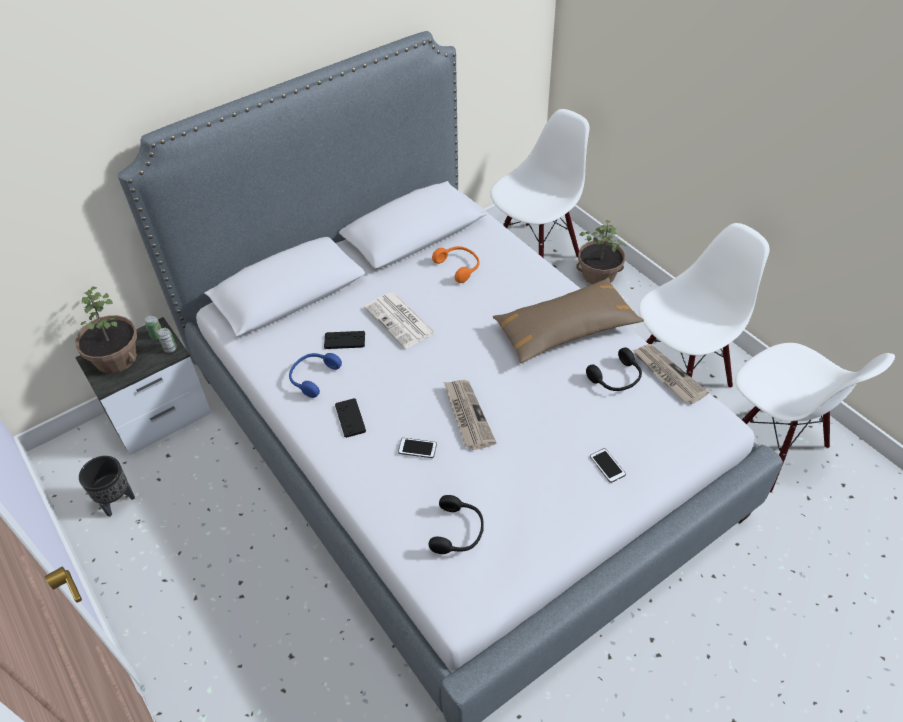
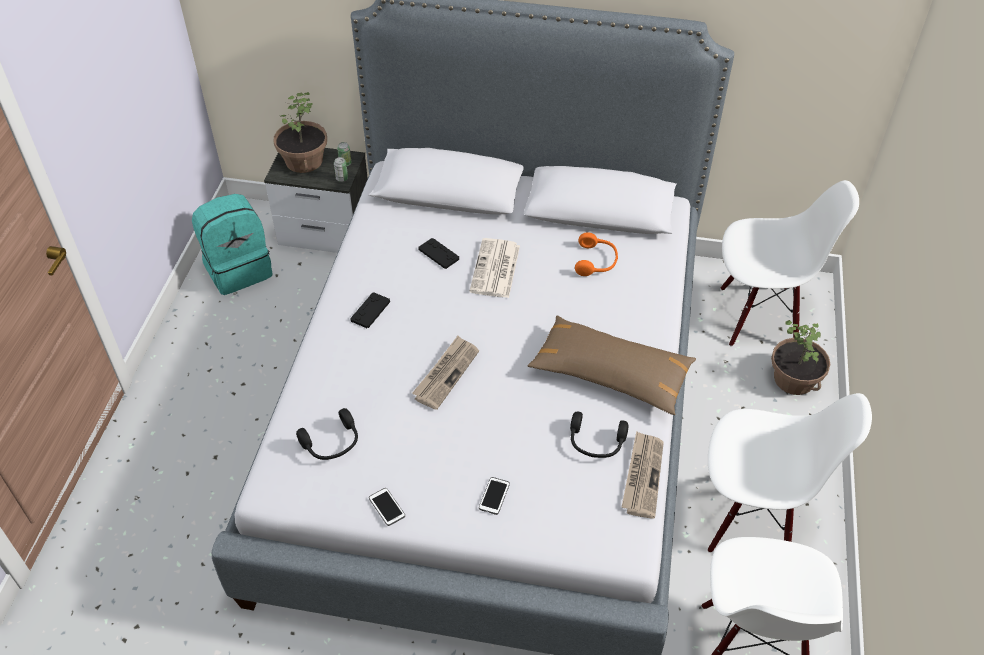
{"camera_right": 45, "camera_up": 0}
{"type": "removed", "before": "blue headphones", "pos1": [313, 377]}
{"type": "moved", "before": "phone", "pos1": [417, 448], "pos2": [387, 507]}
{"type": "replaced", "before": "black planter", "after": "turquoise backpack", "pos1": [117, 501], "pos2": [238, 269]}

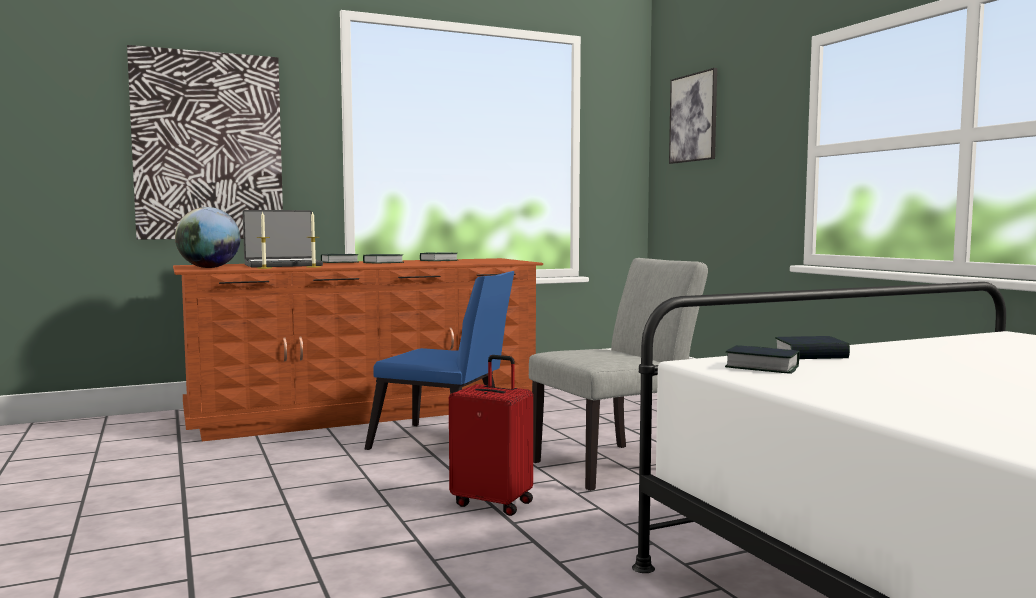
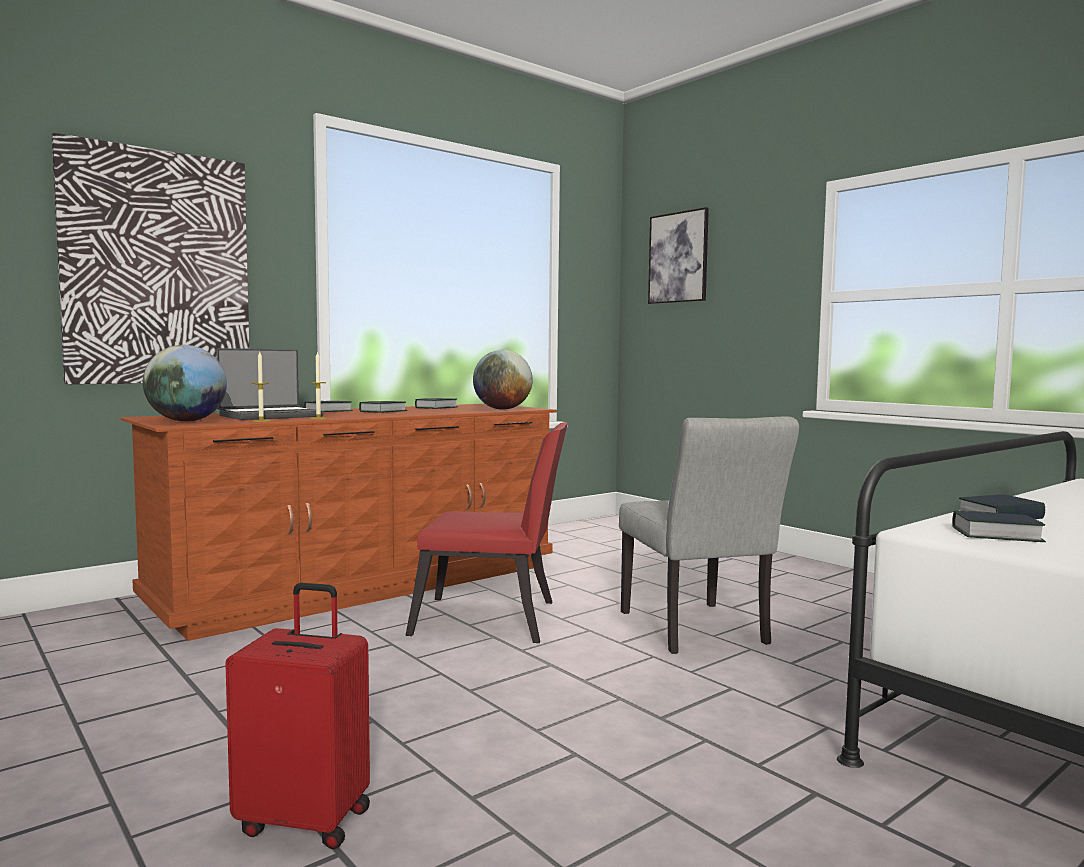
{"camera_right": -15, "camera_up": 0}
{"type": "added", "after": "globe", "pos2": [502, 409]}
{"type": "moved", "before": "red suitcase", "pos1": [493, 503], "pos2": [306, 820]}
{"type": "recoloured", "before": "blue chair", "after": "red chair", "pos1": [446, 444], "pos2": [494, 621]}
{"type": "turned", "before": "grey chair", "pos1": [617, 464], "pos2": [698, 631], "turn": 120}

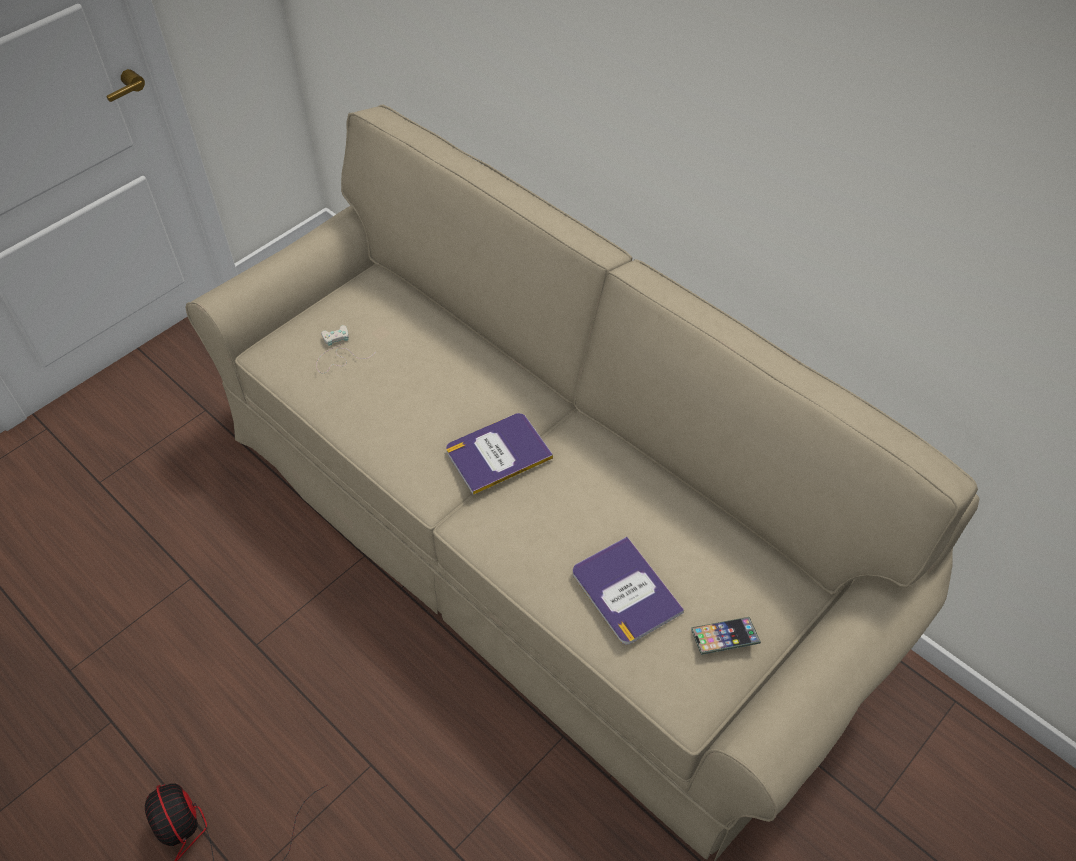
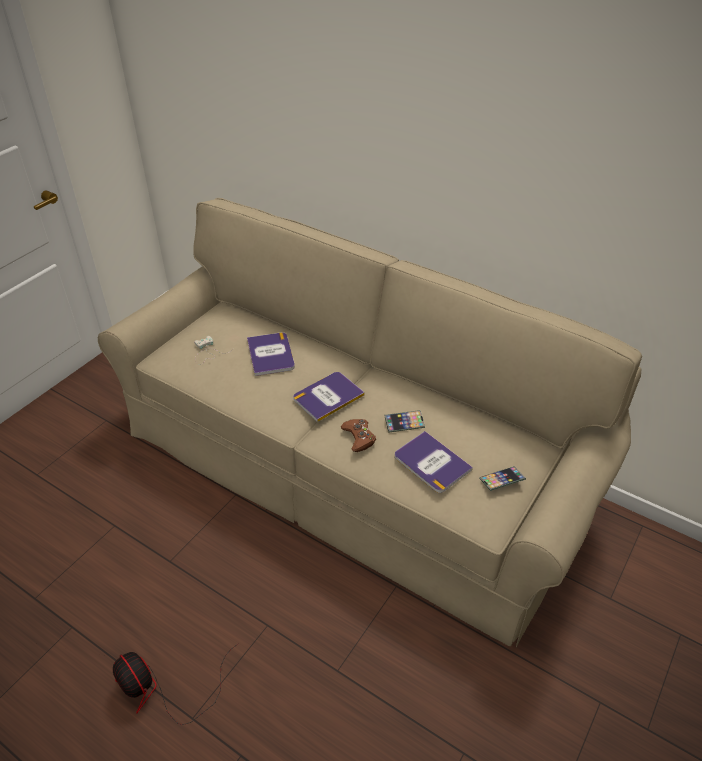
{"camera_right": -10, "camera_up": -10}
{"type": "added", "after": "book", "pos2": [270, 354]}
{"type": "added", "after": "brown game controller", "pos2": [359, 437]}
{"type": "added", "after": "phone", "pos2": [404, 423]}

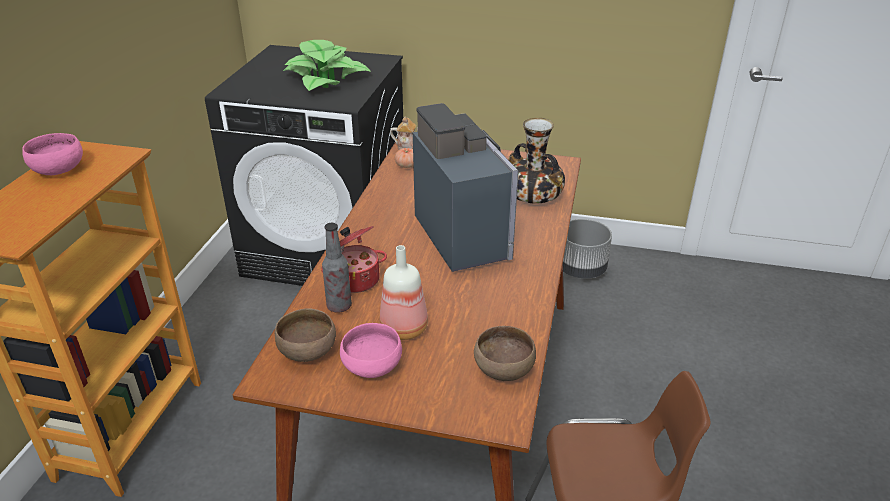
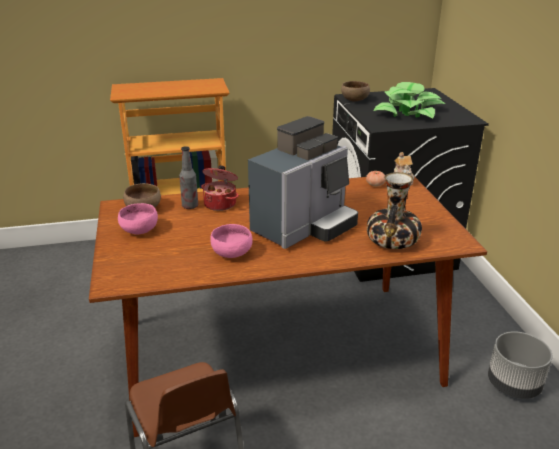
{"camera_right": 65, "camera_up": -5}
{"type": "removed", "before": "bottle", "pos1": [403, 327]}
{"type": "moved", "before": "pink bowl", "pos1": [58, 170], "pos2": [232, 253]}
{"type": "moved", "before": "brown bowl", "pos1": [502, 370], "pos2": [354, 100]}

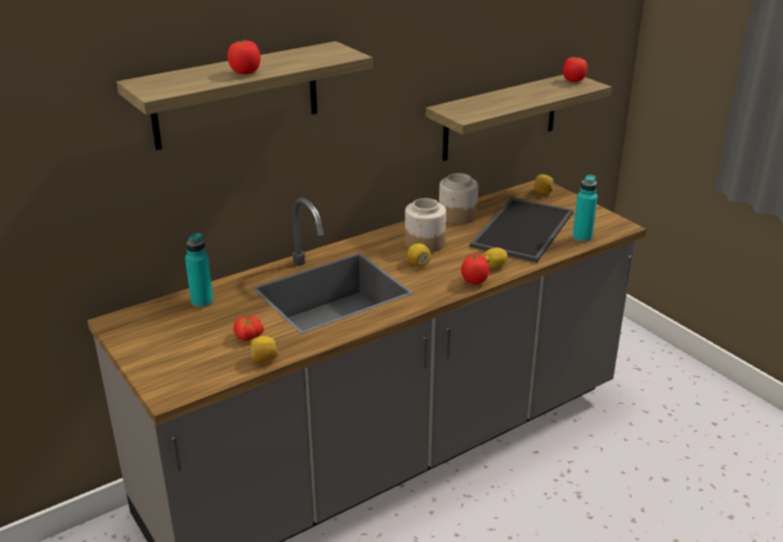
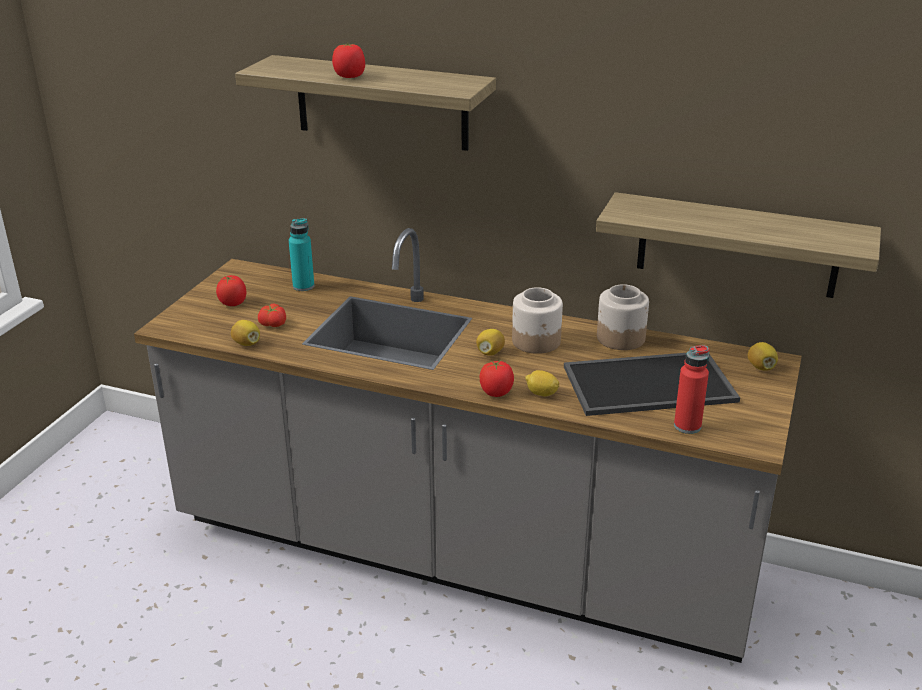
{"camera_right": 55, "camera_up": 0}
{"type": "moved", "before": "tomato", "pos1": [573, 80], "pos2": [233, 303]}
{"type": "recoloured", "before": "turquoise bottle", "after": "red bottle", "pos1": [582, 237], "pos2": [687, 426]}

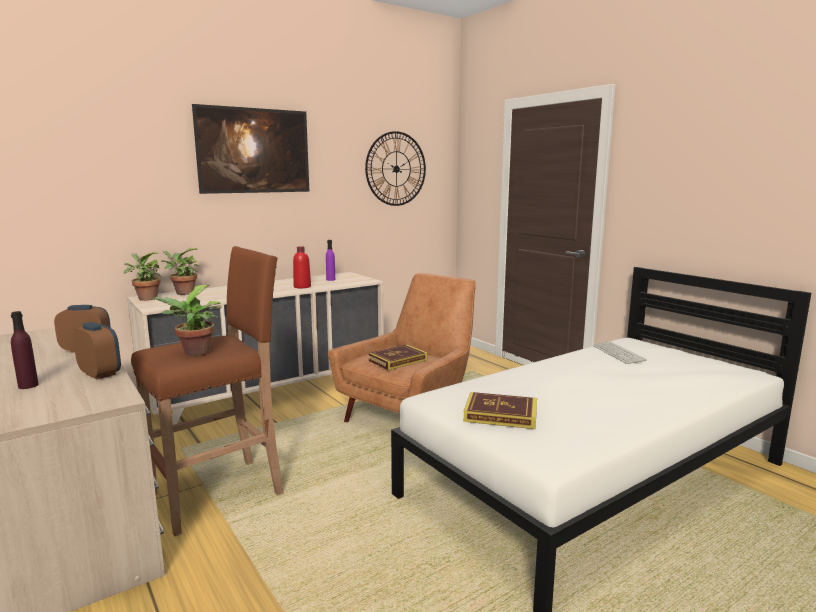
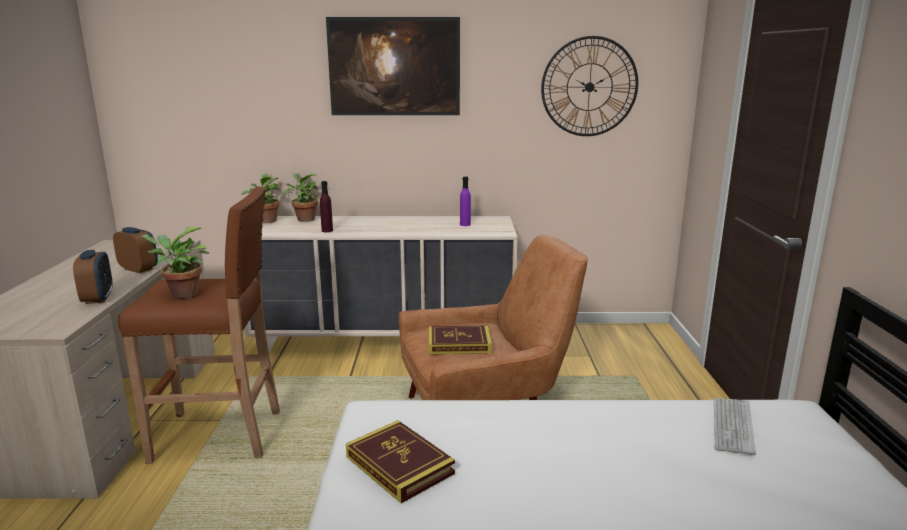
{"camera_right": 35, "camera_up": 5}
{"type": "removed", "before": "red bottle", "pos1": [302, 286]}
{"type": "moved", "before": "purple bottle", "pos1": [28, 385], "pos2": [327, 230]}

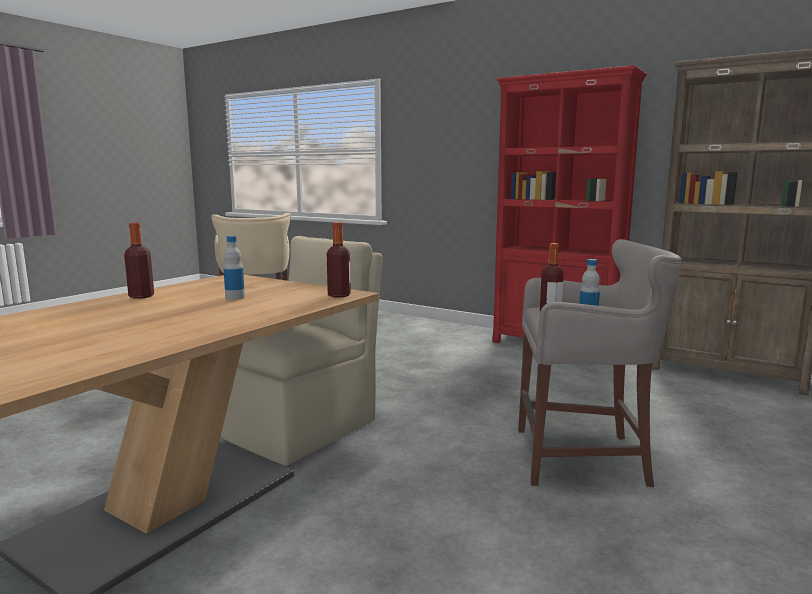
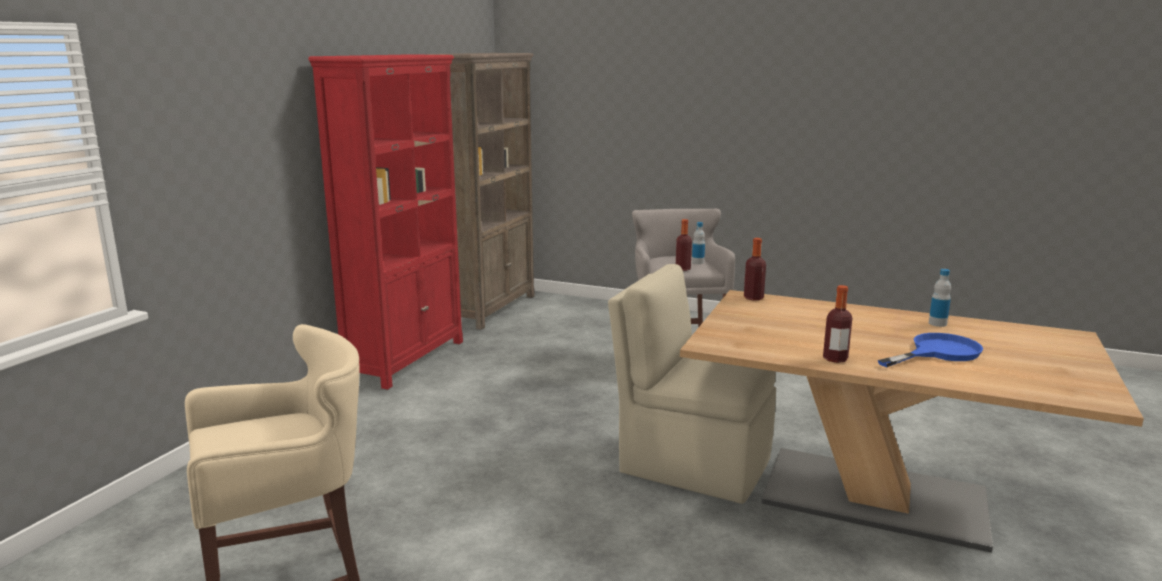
{"camera_right": -100, "camera_up": 5}
{"type": "added", "after": "blue frying pan", "pos2": [937, 352]}
{"type": "moved", "before": "bottle", "pos1": [235, 297], "pos2": [937, 323]}

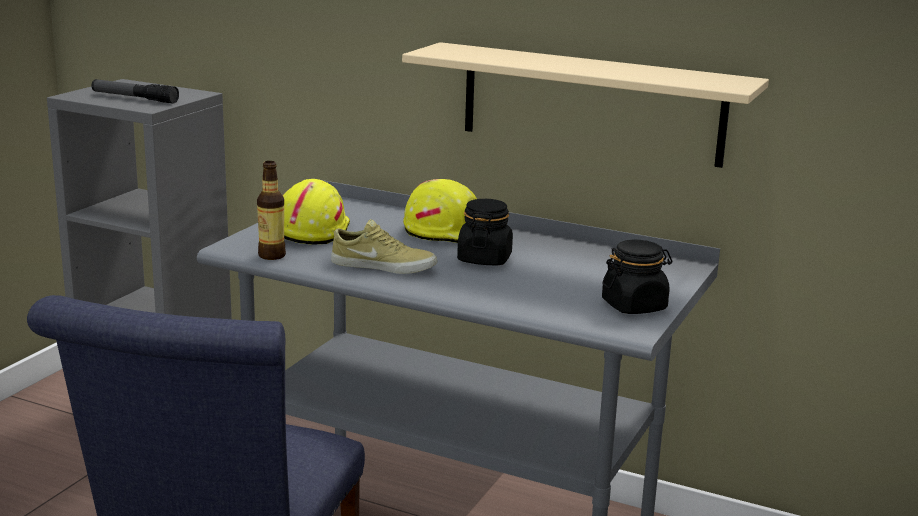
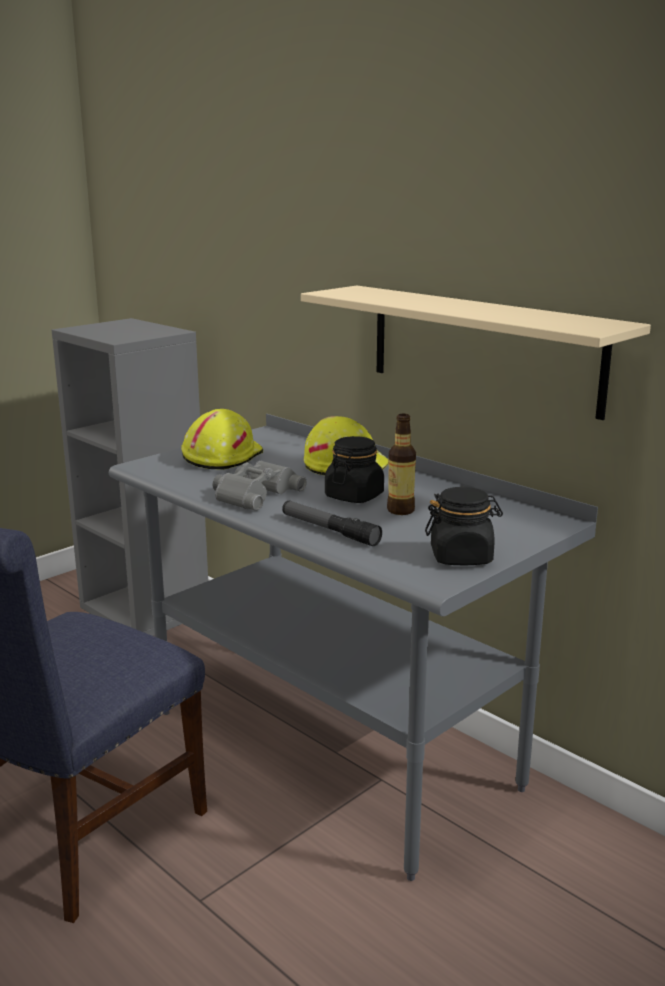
{"camera_right": 20, "camera_up": 0}
{"type": "moved", "before": "flashlight", "pos1": [134, 98], "pos2": [329, 530]}
{"type": "moved", "before": "bottle", "pos1": [272, 255], "pos2": [400, 510]}
{"type": "replaced", "before": "beige shoe", "after": "grey binoculars", "pos1": [384, 265], "pos2": [254, 493]}

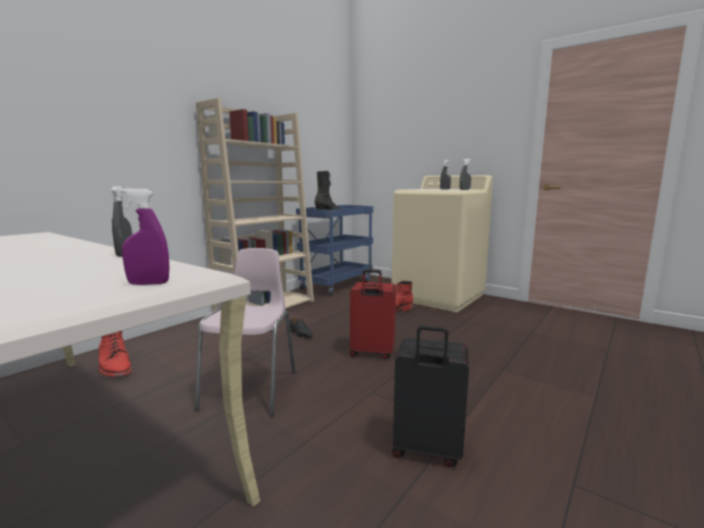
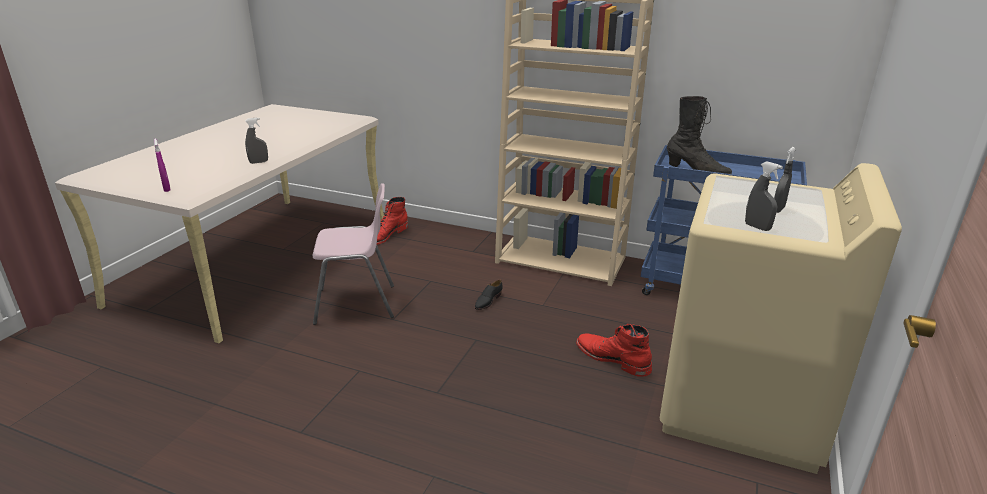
{"camera_right": 75, "camera_up": 15}
{"type": "removed", "before": "red suitcase", "pos1": [372, 353]}
{"type": "removed", "before": "black suitcase", "pos1": [426, 450]}

